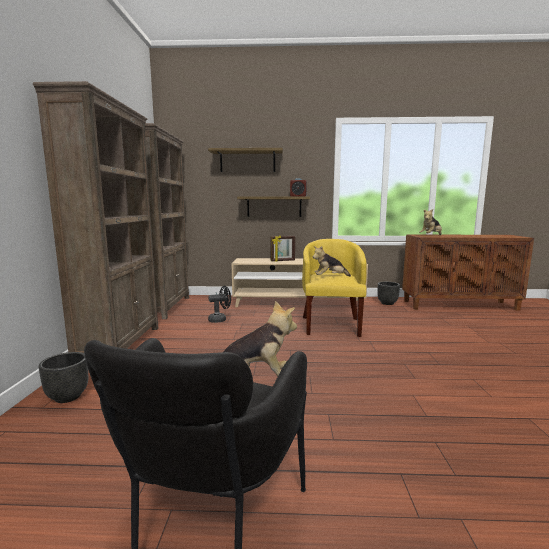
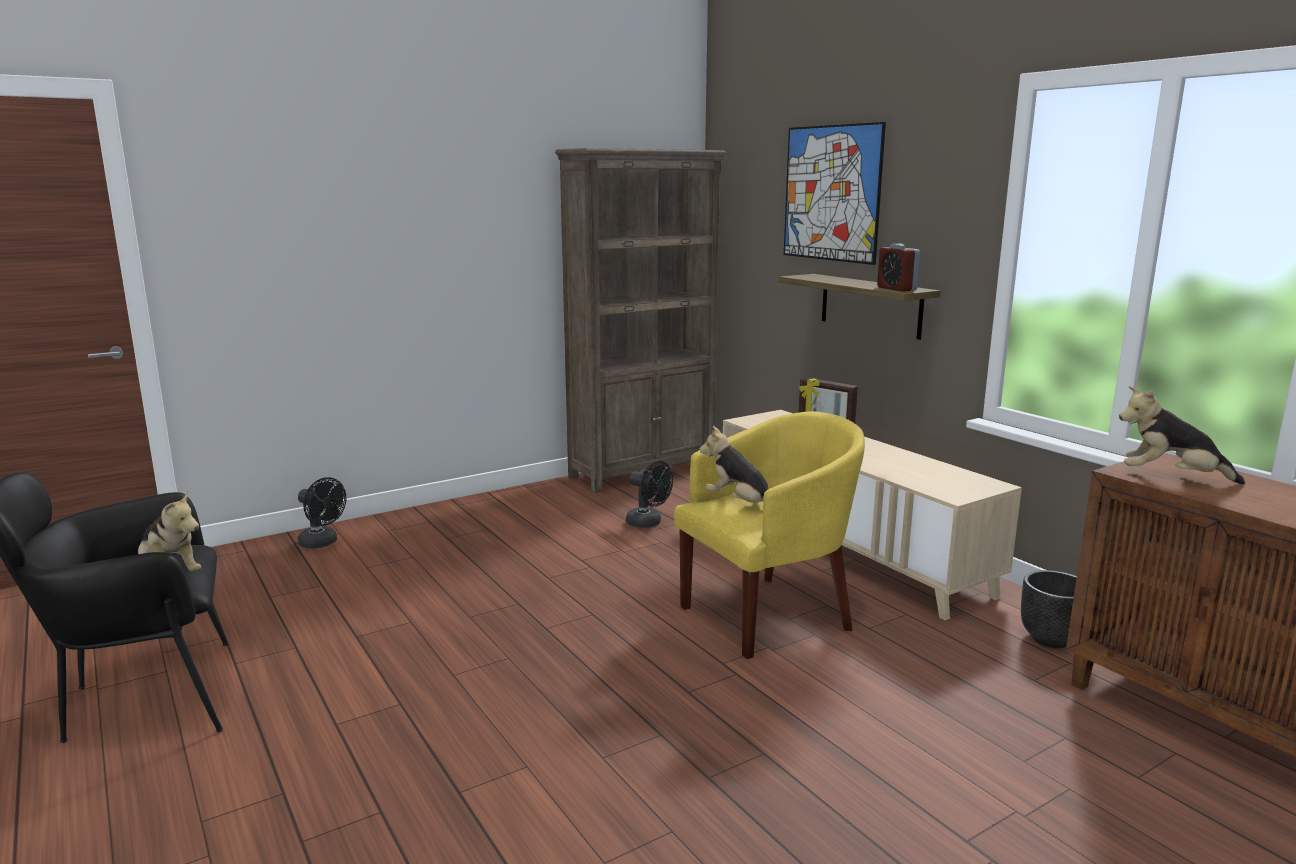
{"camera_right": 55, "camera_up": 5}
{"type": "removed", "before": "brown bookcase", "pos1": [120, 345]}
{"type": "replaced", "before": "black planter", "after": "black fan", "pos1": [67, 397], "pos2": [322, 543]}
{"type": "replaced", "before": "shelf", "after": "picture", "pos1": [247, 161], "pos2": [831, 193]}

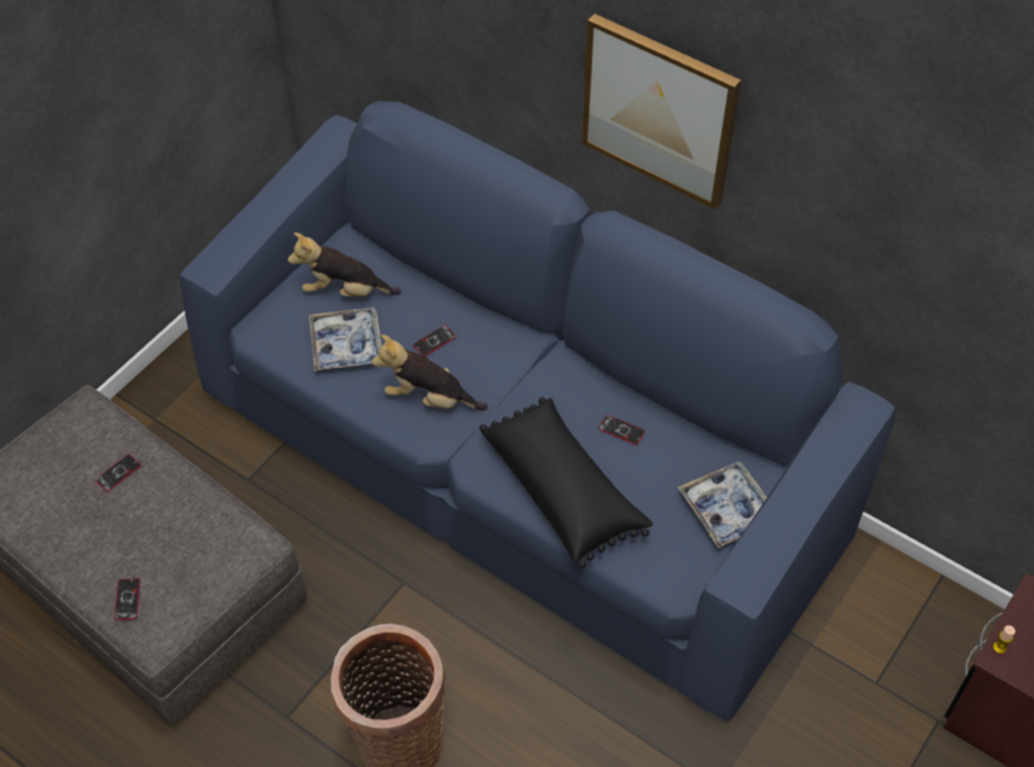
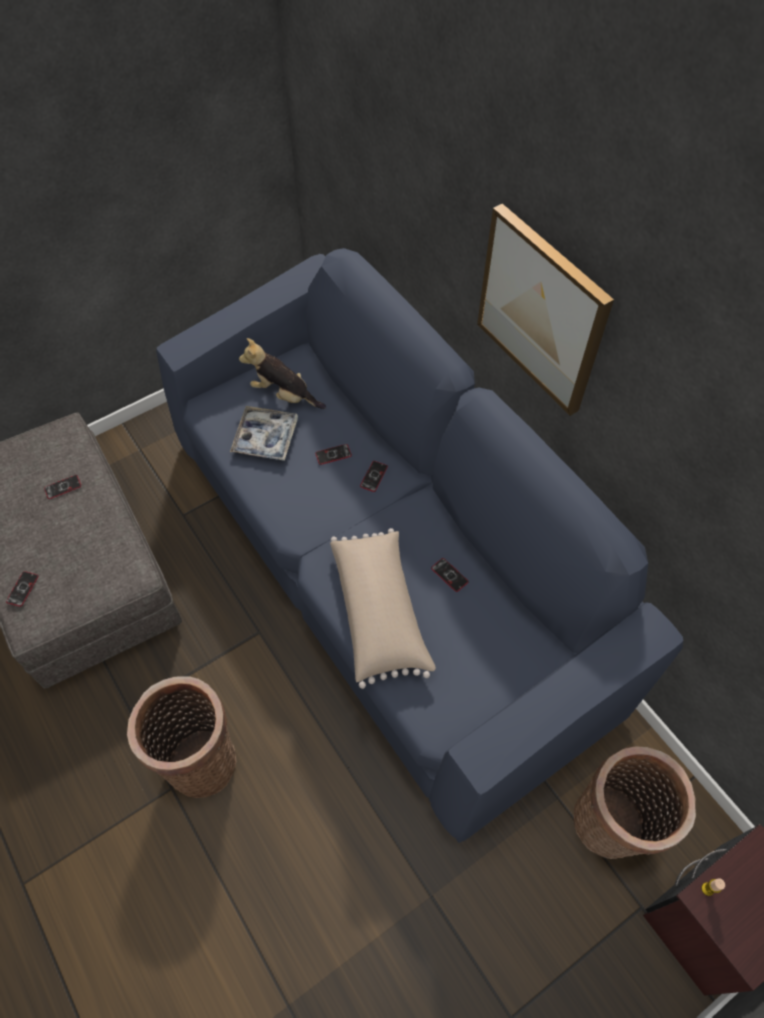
{"camera_right": 20, "camera_up": 5}
{"type": "removed", "before": "plush toy", "pos1": [429, 398]}
{"type": "removed", "before": "tray", "pos1": [728, 509]}
{"type": "added", "after": "phone", "pos2": [374, 476]}
{"type": "added", "after": "basket", "pos2": [612, 825]}
{"type": "recoloured", "before": "black pillow", "after": "beige pillow", "pos1": [563, 491], "pos2": [380, 612]}

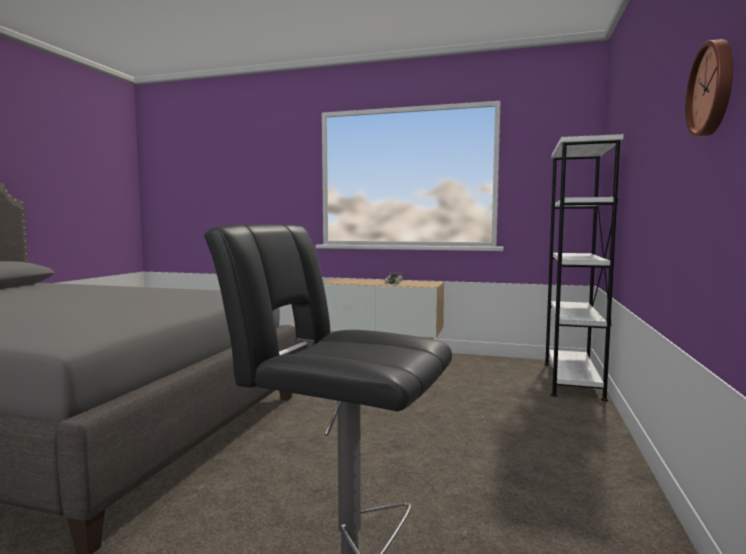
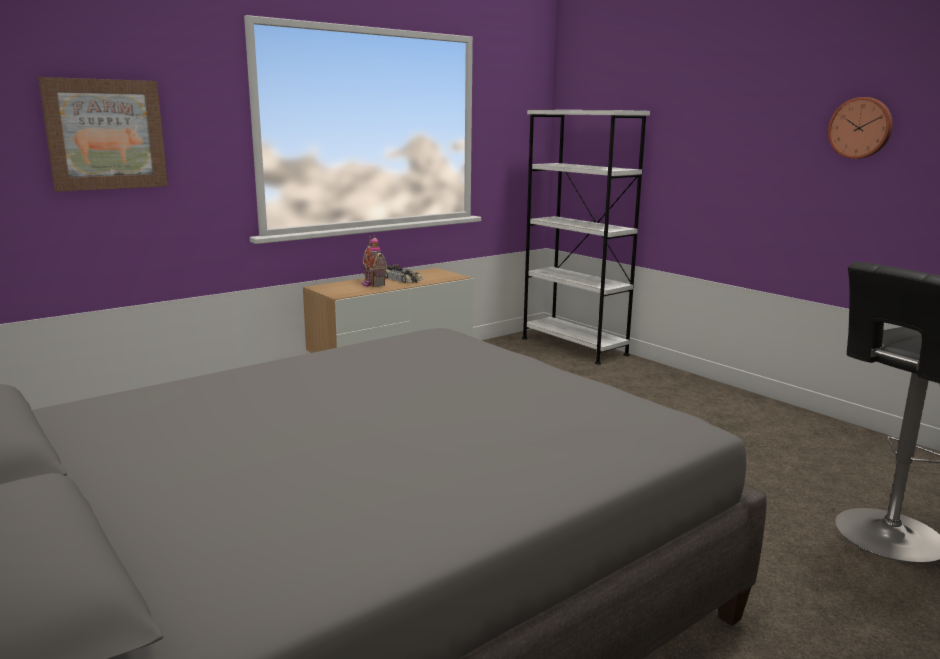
{"camera_right": -55, "camera_up": 10}
{"type": "added", "after": "picture", "pos2": [105, 134]}
{"type": "added", "after": "toy house", "pos2": [372, 283]}

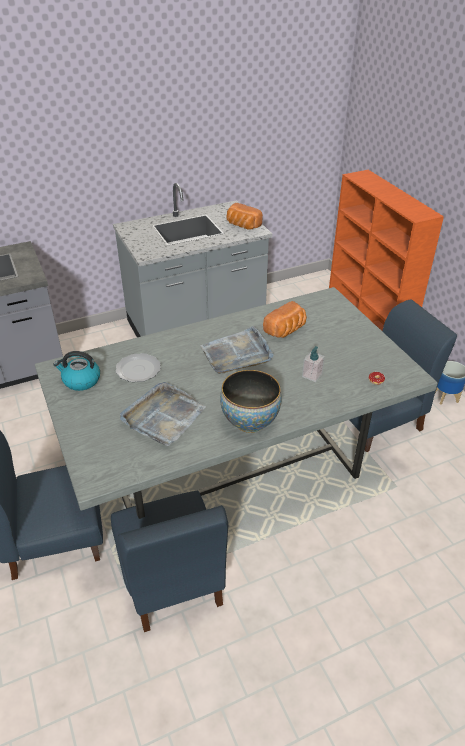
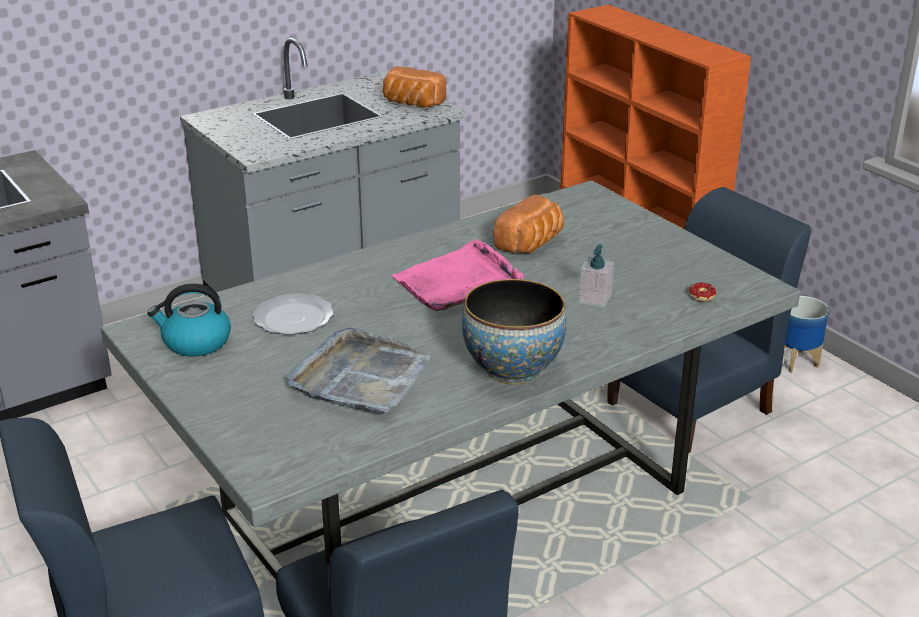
{"camera_right": -10, "camera_up": -10}
{"type": "recoloured", "before": "grey tray", "after": "pink tray", "pos1": [237, 353], "pos2": [458, 282]}

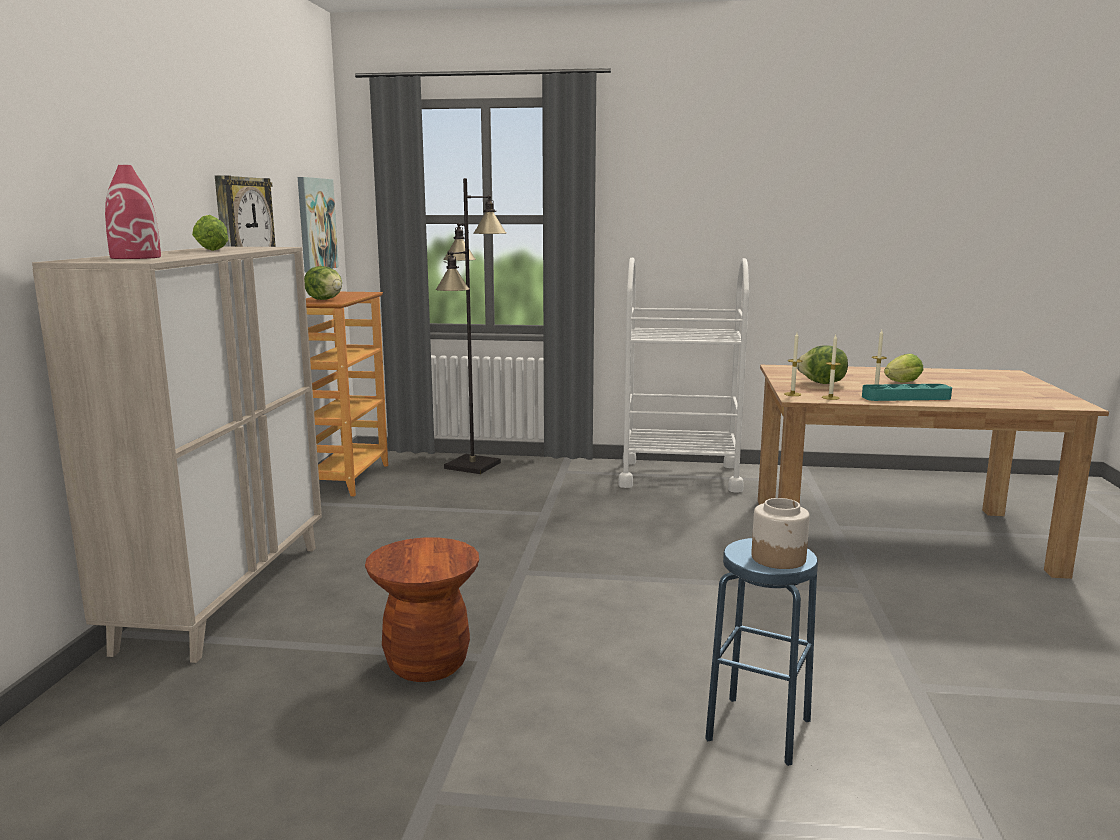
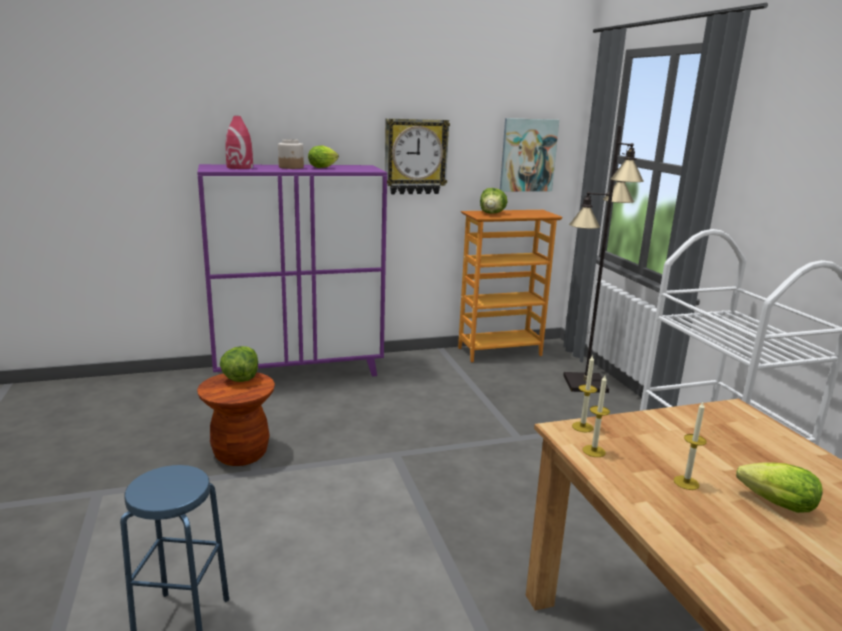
{"camera_right": 65, "camera_up": 5}
{"type": "removed", "before": "turquoise tray", "pos1": [906, 397]}
{"type": "moved", "before": "jar", "pos1": [779, 558], "pos2": [291, 167]}
{"type": "moved", "before": "lettuce", "pos1": [822, 383], "pos2": [240, 379]}
{"type": "recoloured", "before": "beige cabinet", "after": "purple cabinet", "pos1": [225, 594], "pos2": [299, 372]}

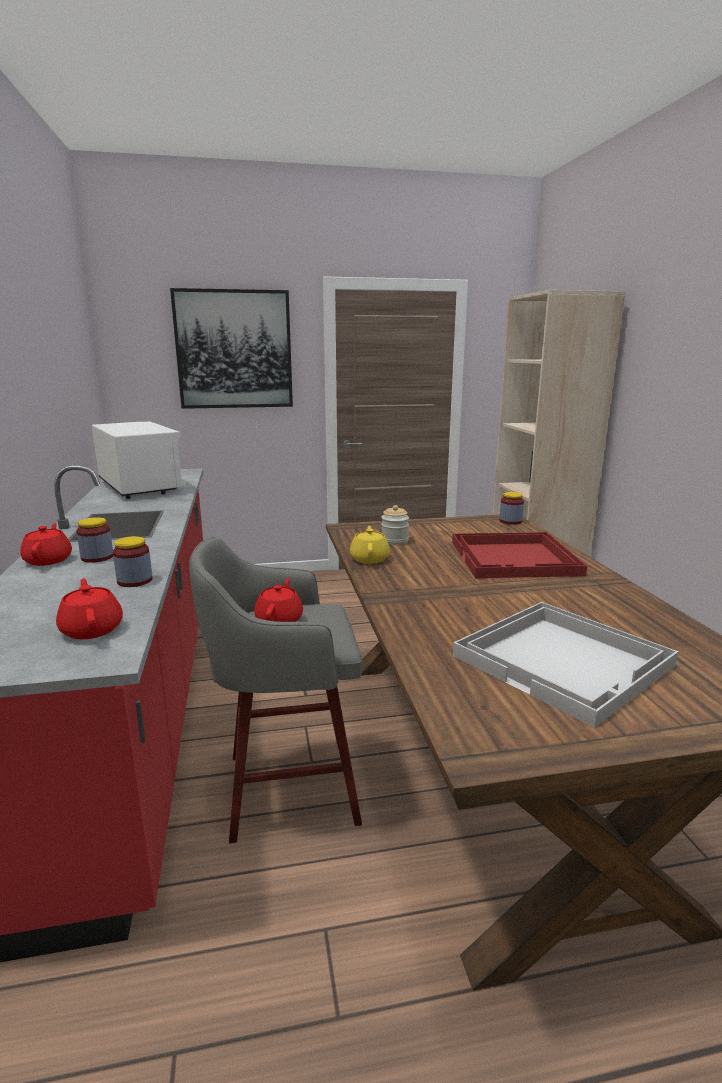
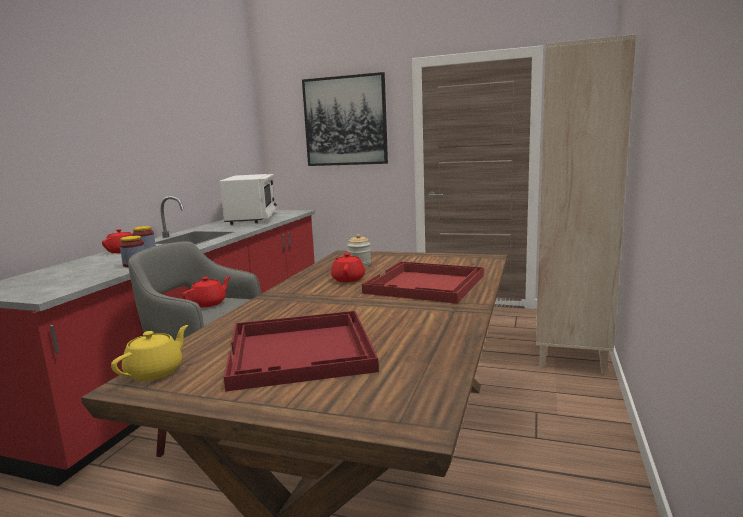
{"camera_right": 30, "camera_up": -5}
{"type": "removed", "before": "jar", "pos1": [510, 521]}
{"type": "moved", "before": "red teapot", "pos1": [92, 629], "pos2": [348, 279]}
{"type": "moved", "before": "yellow teapot", "pos1": [369, 559], "pos2": [156, 372]}
{"type": "recoloured", "before": "white tray", "after": "red tray", "pos1": [565, 660], "pos2": [301, 351]}

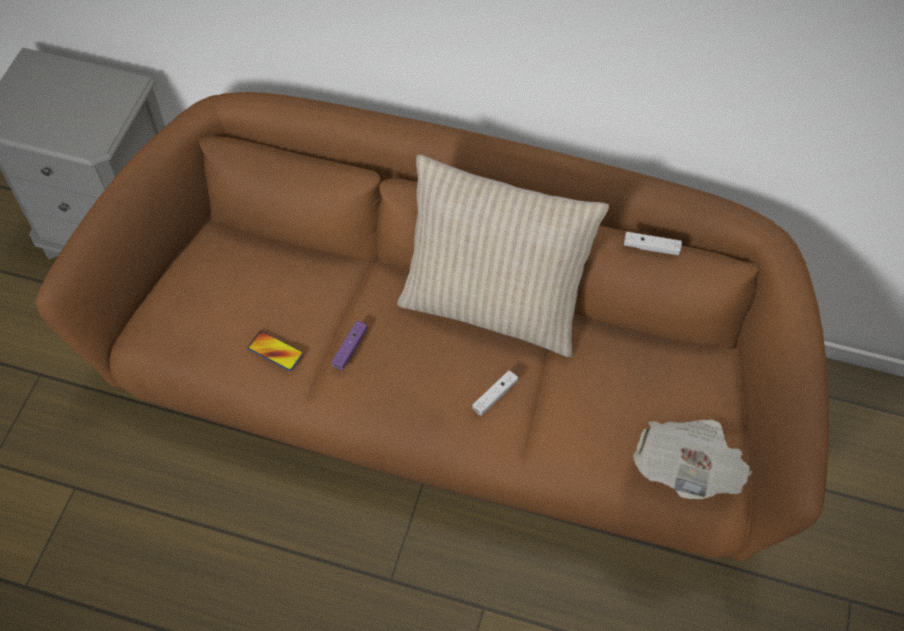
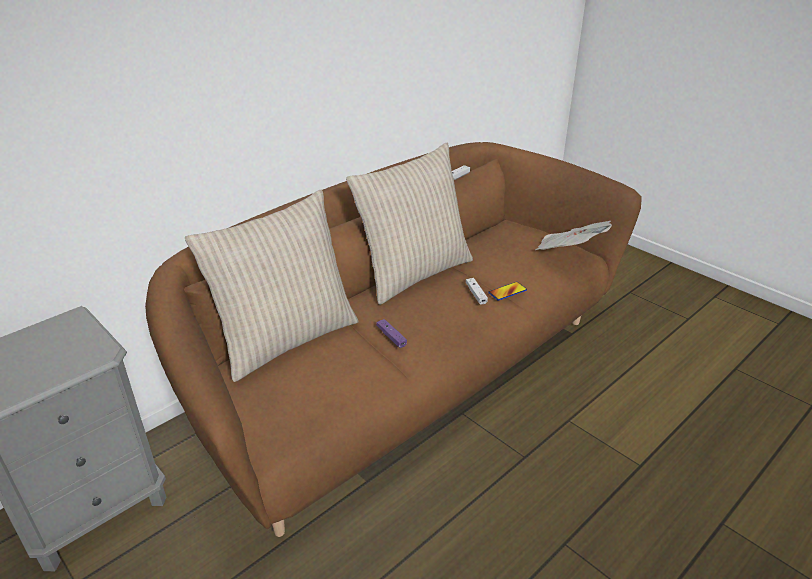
{"camera_right": -60, "camera_up": -25}
{"type": "added", "after": "beige pillow", "pos2": [286, 339]}
{"type": "moved", "before": "phone", "pos1": [275, 351], "pos2": [507, 292]}

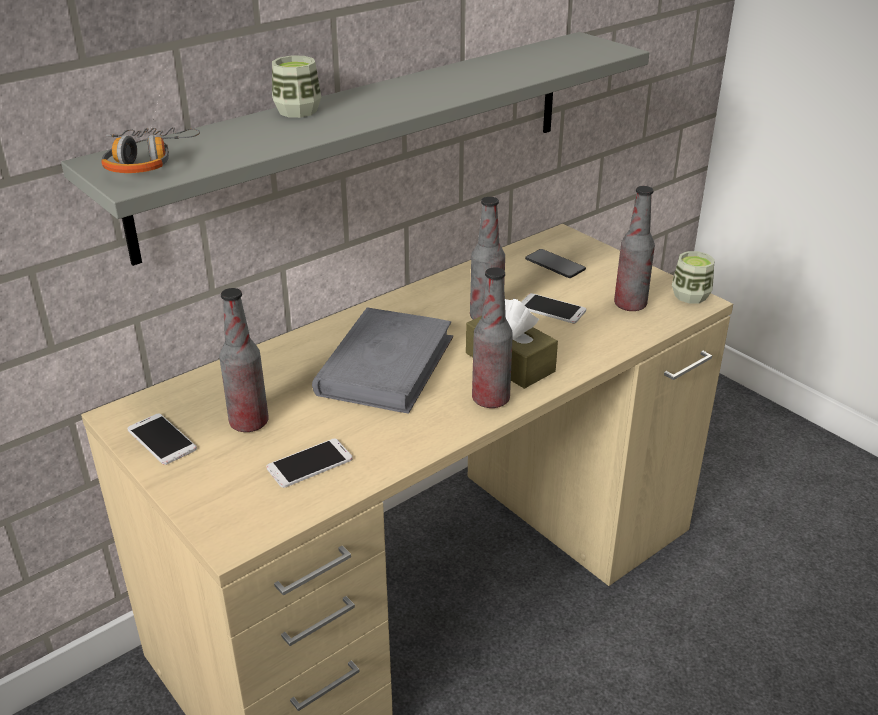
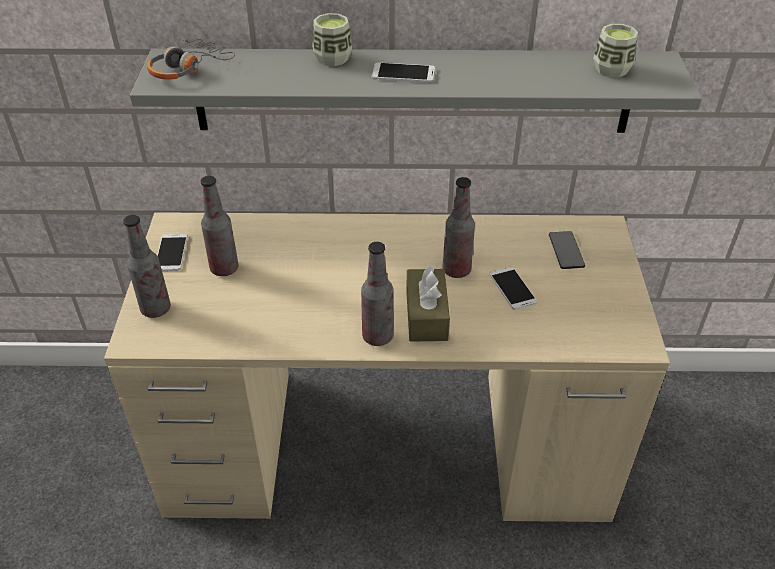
{"camera_right": 40, "camera_up": 10}
{"type": "removed", "before": "grey book", "pos1": [386, 365]}
{"type": "moved", "before": "phone", "pos1": [309, 463], "pos2": [403, 73]}
{"type": "moved", "before": "bottle", "pos1": [630, 305], "pos2": [156, 309]}
{"type": "moved", "before": "cup", "pos1": [690, 295], "pos2": [611, 69]}

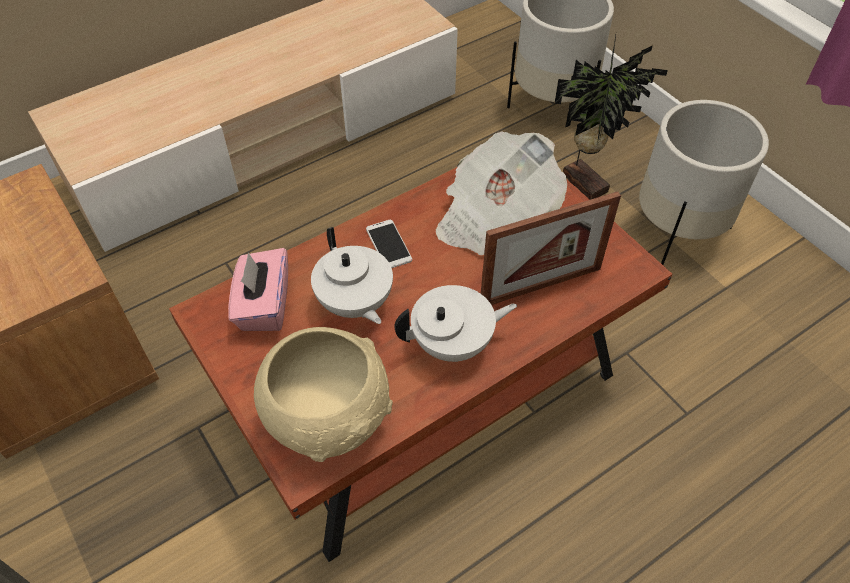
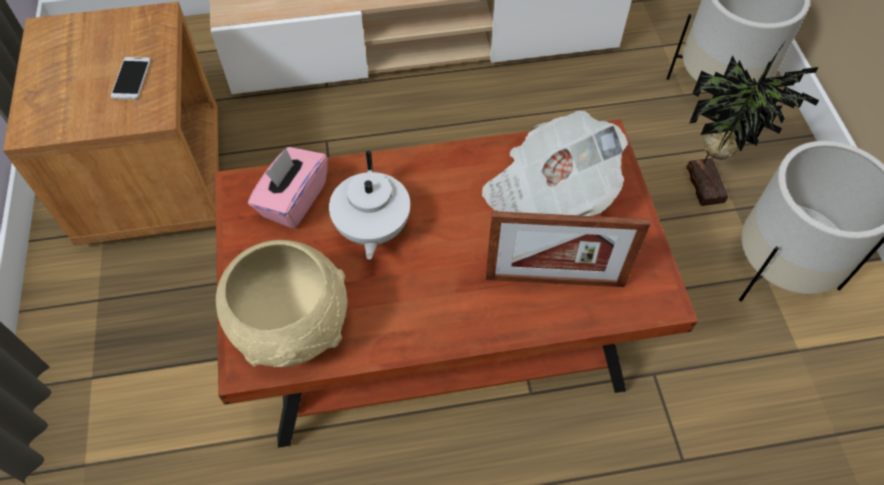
{"camera_right": 25, "camera_up": 5}
{"type": "removed", "before": "white teapot", "pos1": [453, 344]}
{"type": "moved", "before": "phone", "pos1": [388, 244], "pos2": [131, 78]}

